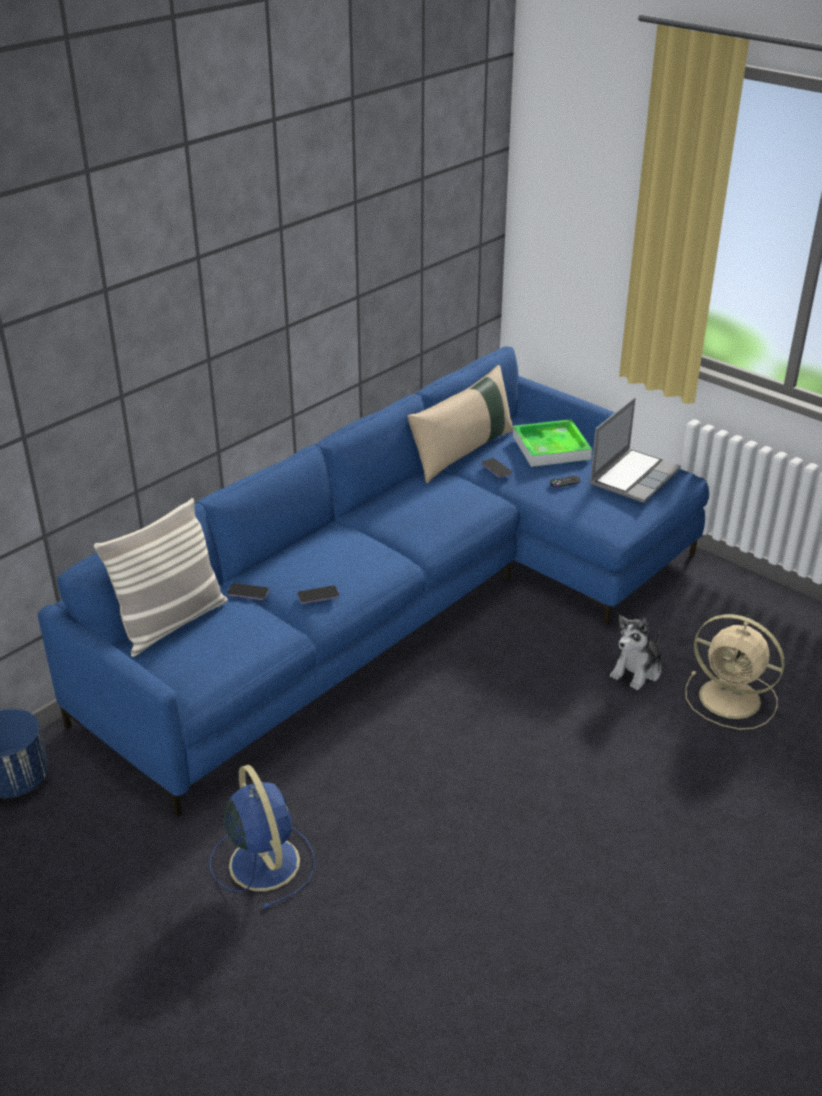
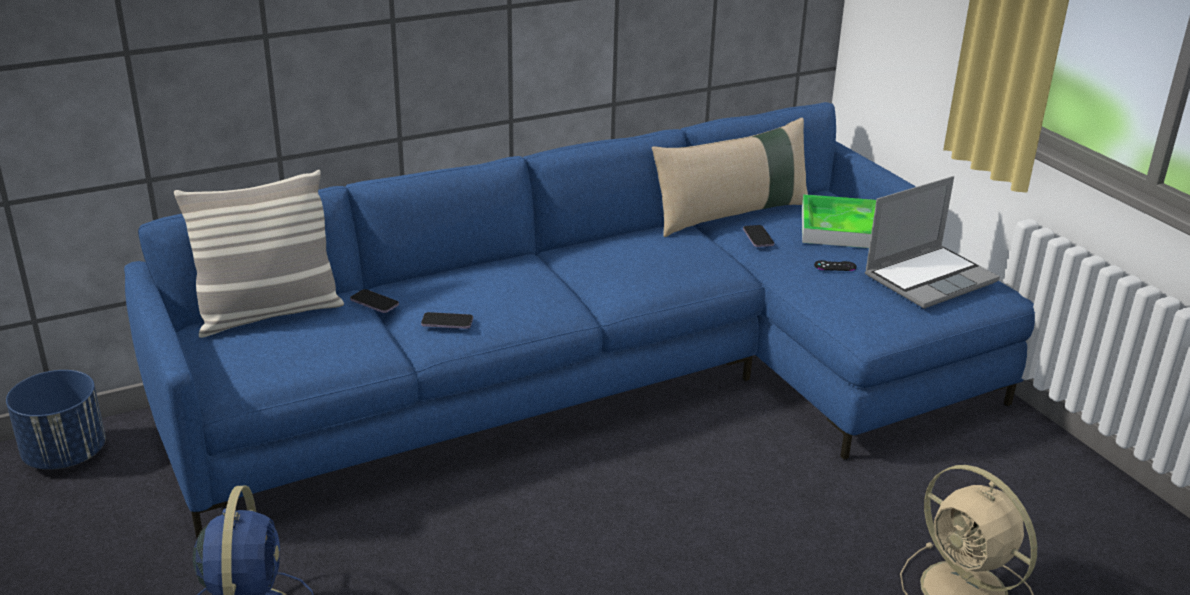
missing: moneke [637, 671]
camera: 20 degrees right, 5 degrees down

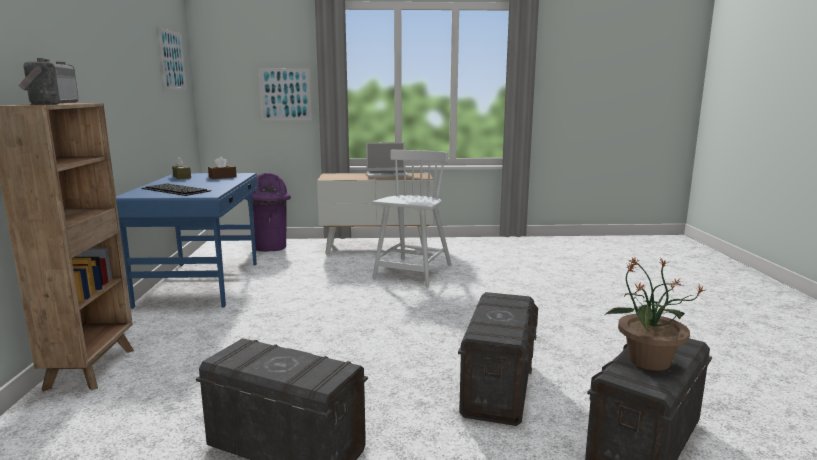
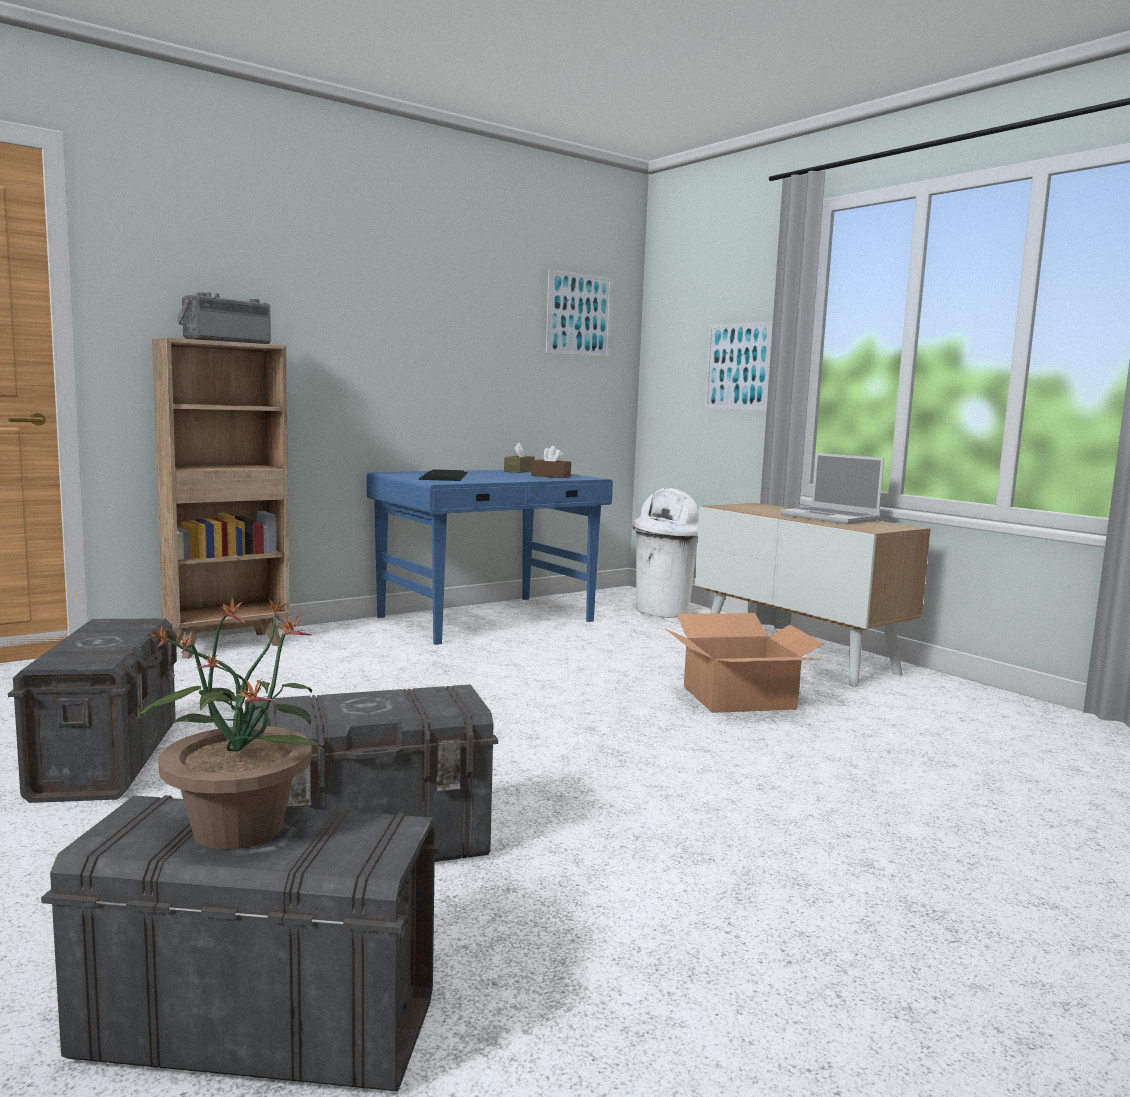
exchanged: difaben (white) [413, 273] to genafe [739, 698]
colour: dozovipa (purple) [270, 247] to dozovipa (white) [663, 611]
camera: 55 degrees right, 5 degrees down

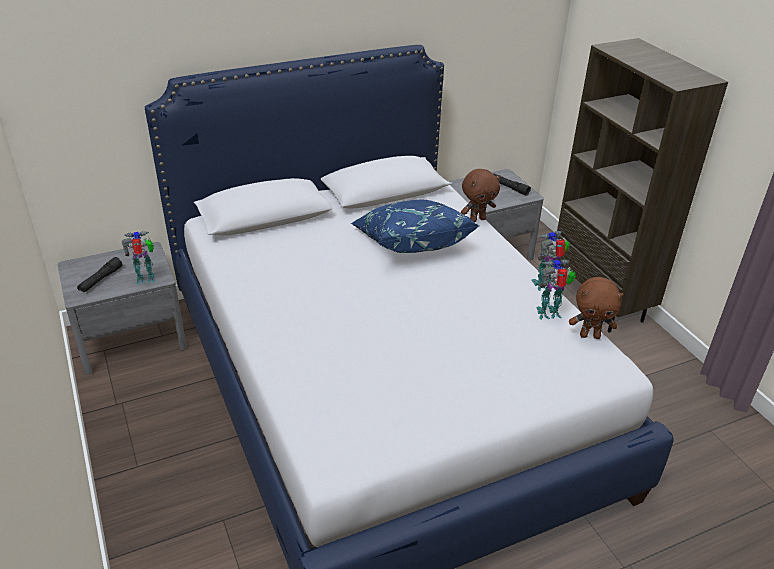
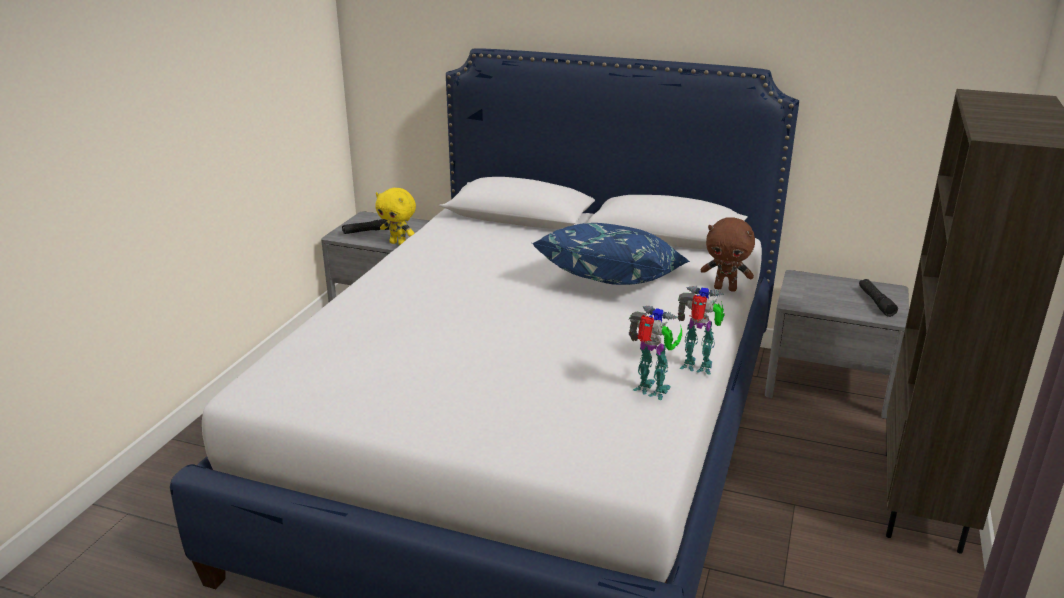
missing: moneke (brown) [590, 335]
exchanged: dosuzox [146, 280] to moneke (yellow) [398, 243]
camera: 45 degrees right, 10 degrees down

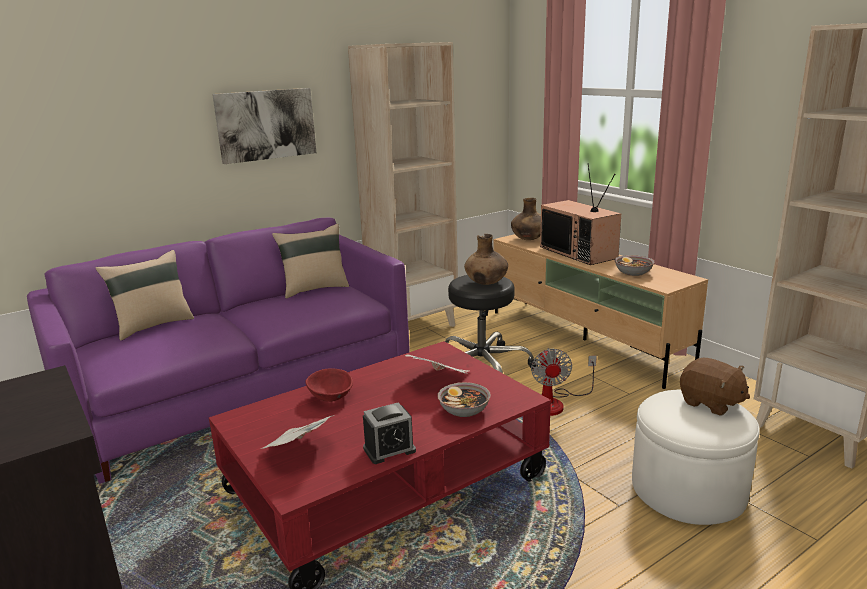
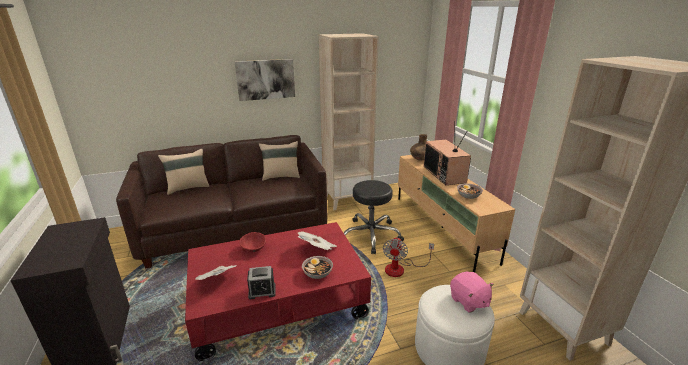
missing: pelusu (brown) [486, 283]
colour: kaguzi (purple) [242, 396] to kaguzi (brown) [236, 229]; moneke (brown) [710, 403] to moneke (pink) [468, 301]
camera: 15 degrees right, 5 degrees up

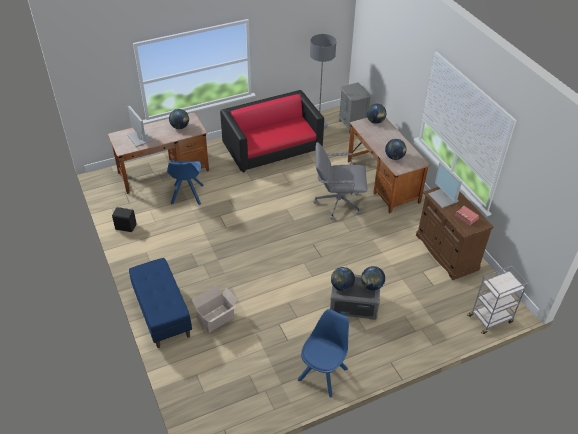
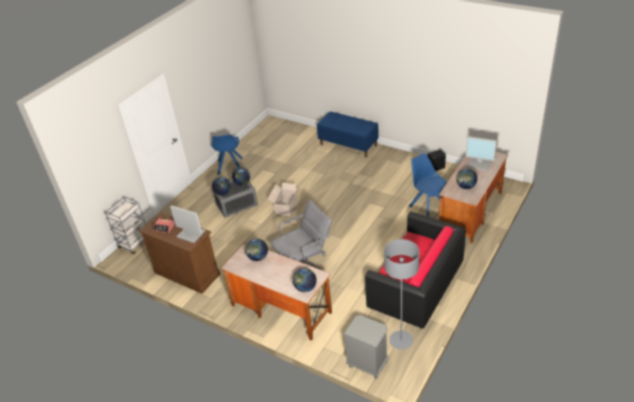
relocated: genafe [217, 318] to [286, 208]
camera: 150 degrees right, 5 degrees down

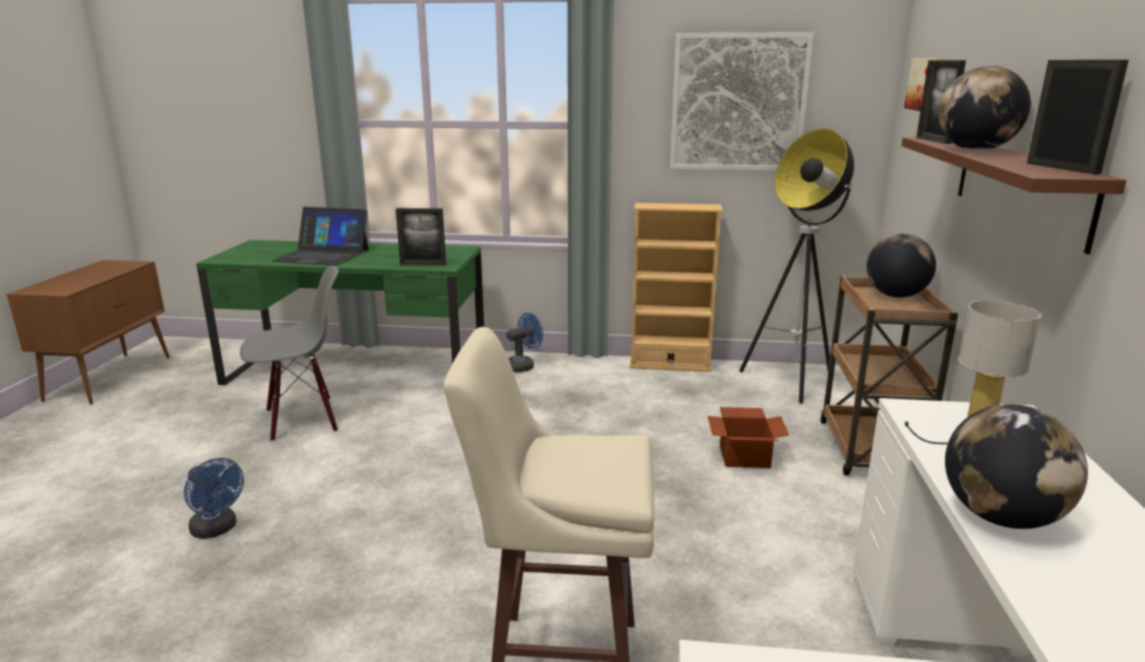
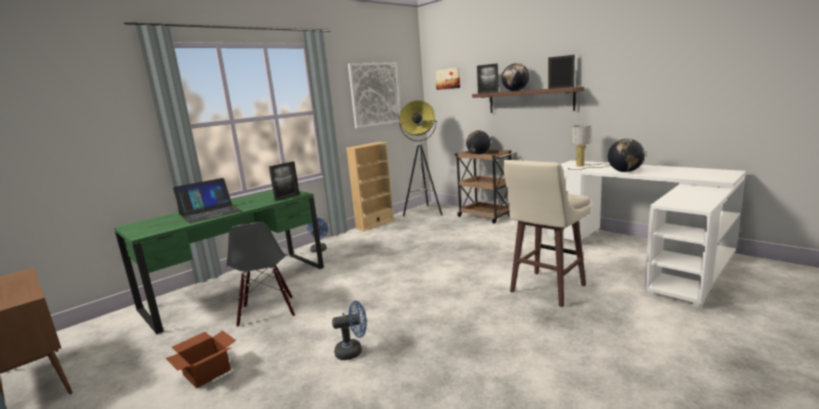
relocated: genafe [745, 455] to [207, 371]
spun: difaben (grey) [302, 419] = [267, 311] 150 degrees clockwise
camera: 50 degrees left, 5 degrees down

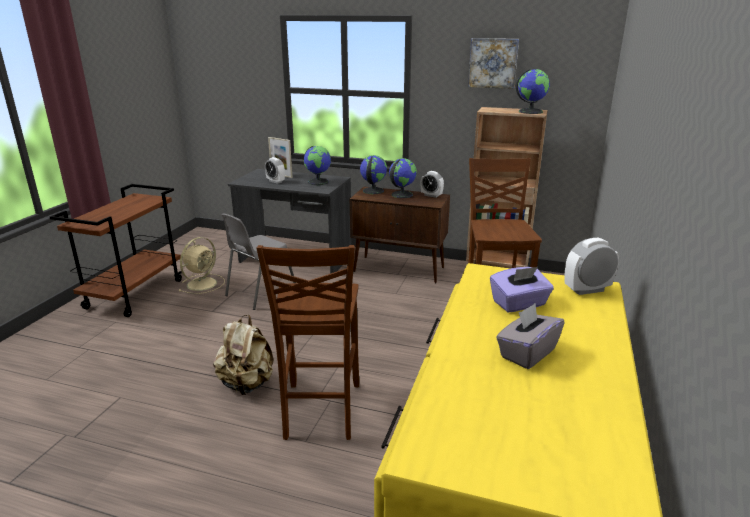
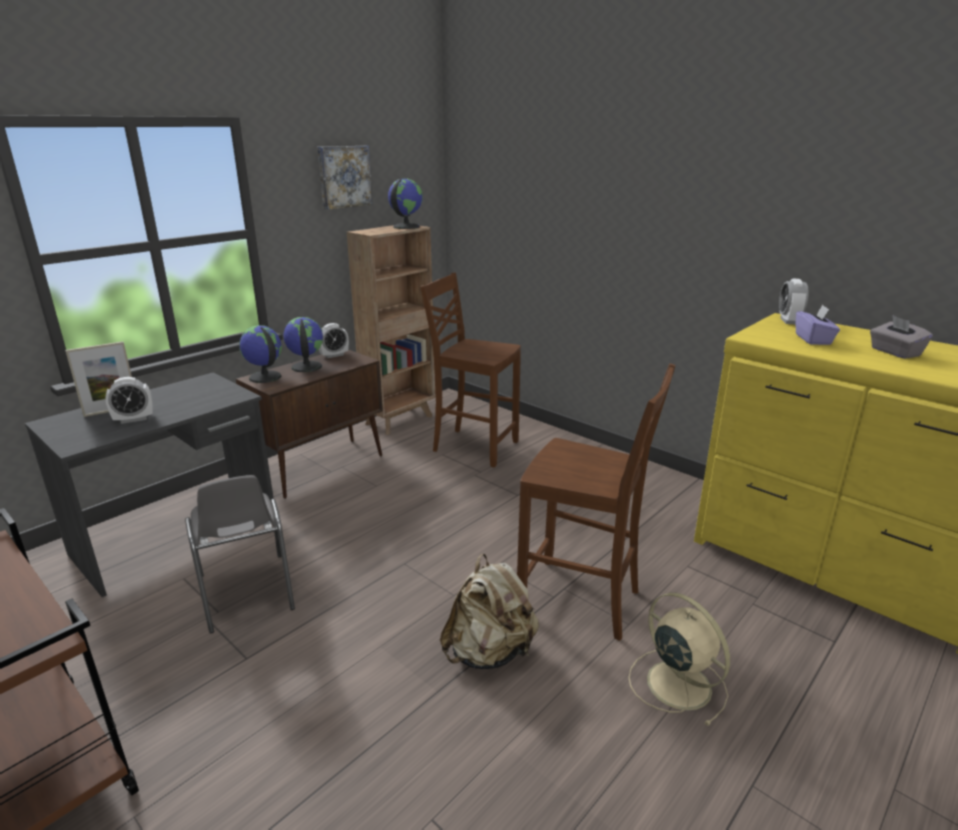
missing: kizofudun [318, 182]
relocated: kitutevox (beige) [203, 283] to [676, 683]
camera: 65 degrees left, 0 degrees up

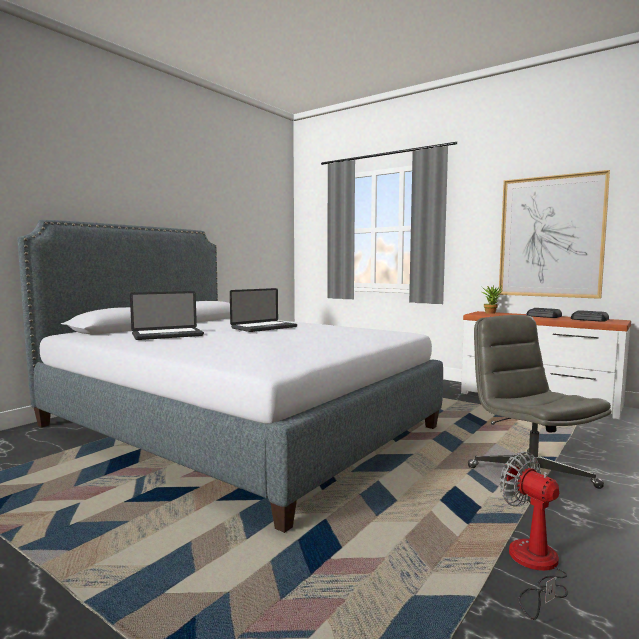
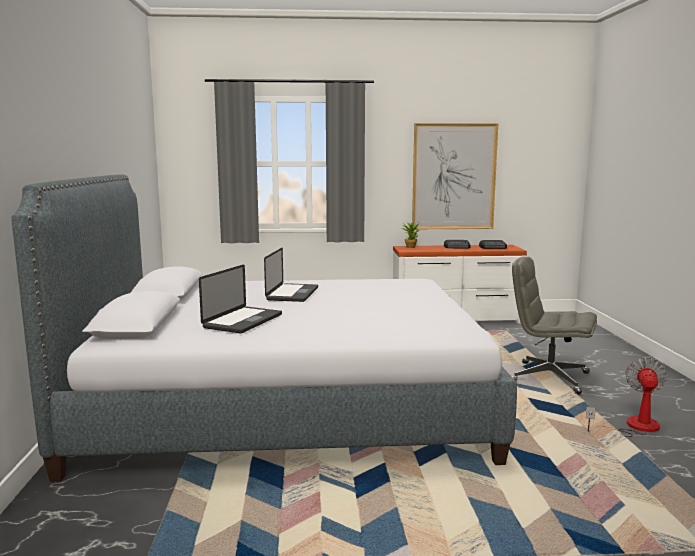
spun: kitutevox [534, 566] = [633, 427] 90 degrees clockwise
camera: 40 degrees left, 5 degrees up

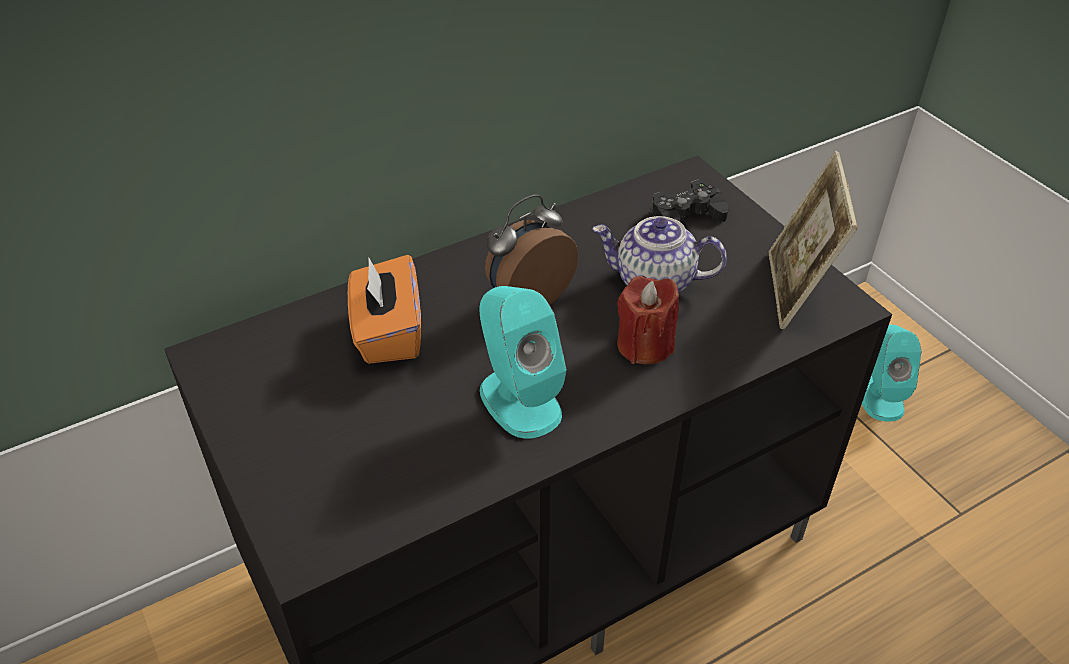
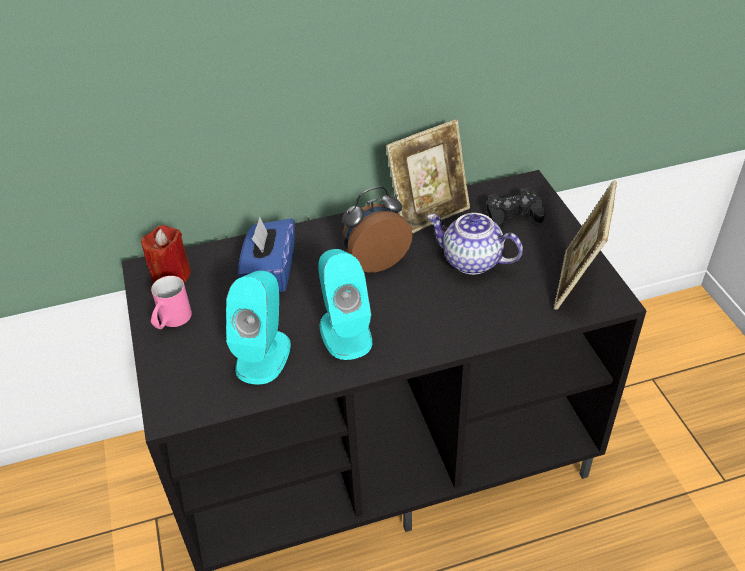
appeared: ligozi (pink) [171, 322]; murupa [429, 214]
relocated: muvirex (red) [645, 345] to [171, 274]; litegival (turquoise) [880, 397] to [263, 355]
colour: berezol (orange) [388, 333] to berezol (blue) [270, 272]
camera: 15 degrees right, 0 degrees up

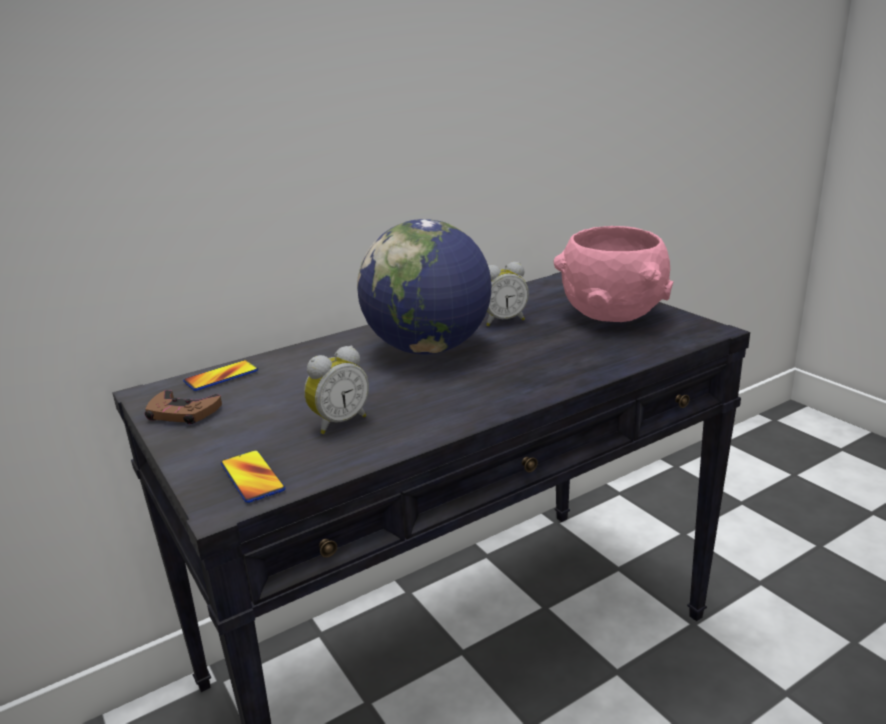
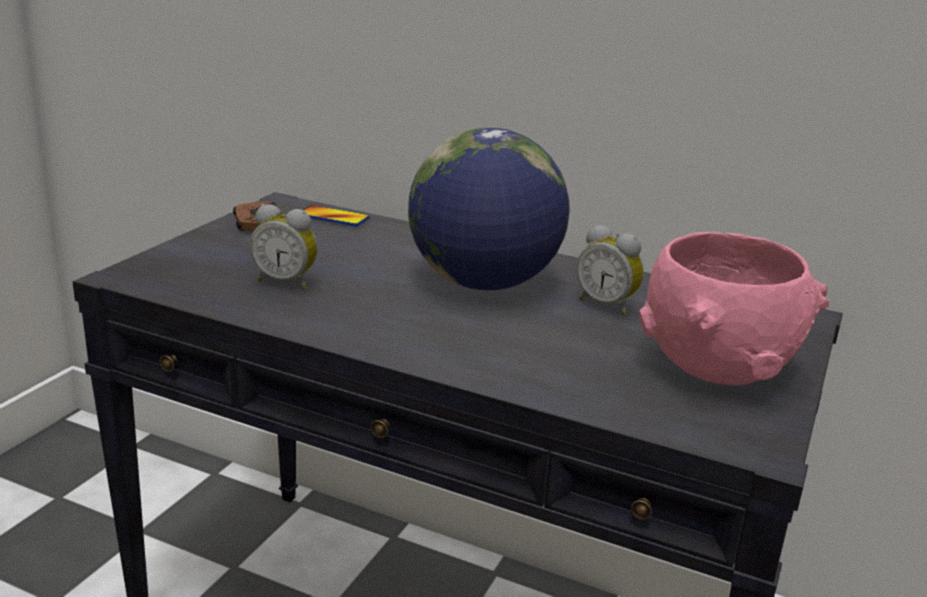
missing: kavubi [252, 477]
camera: 55 degrees right, 0 degrees up

